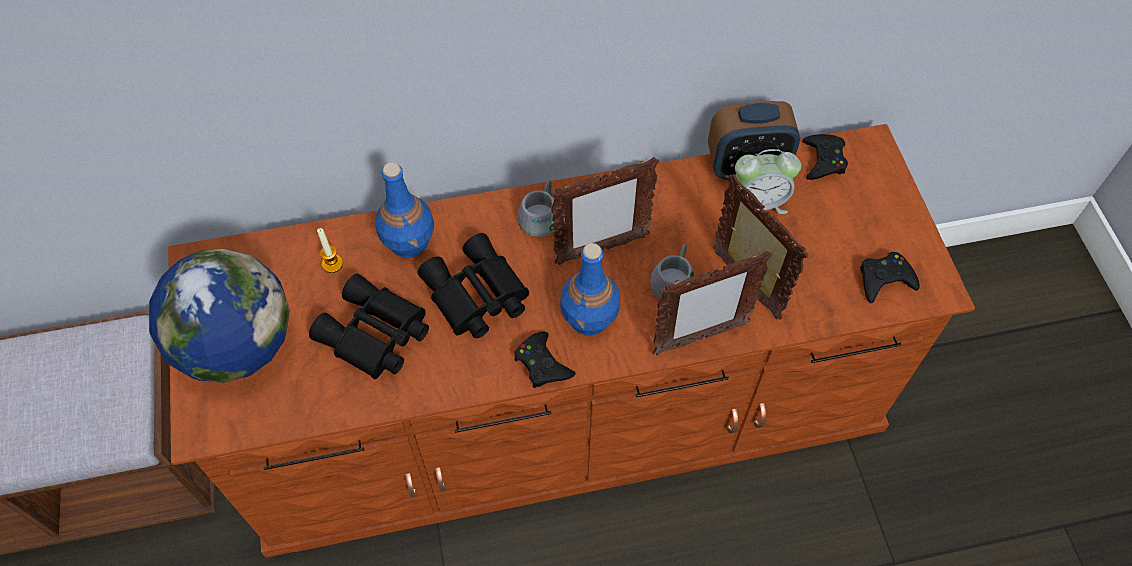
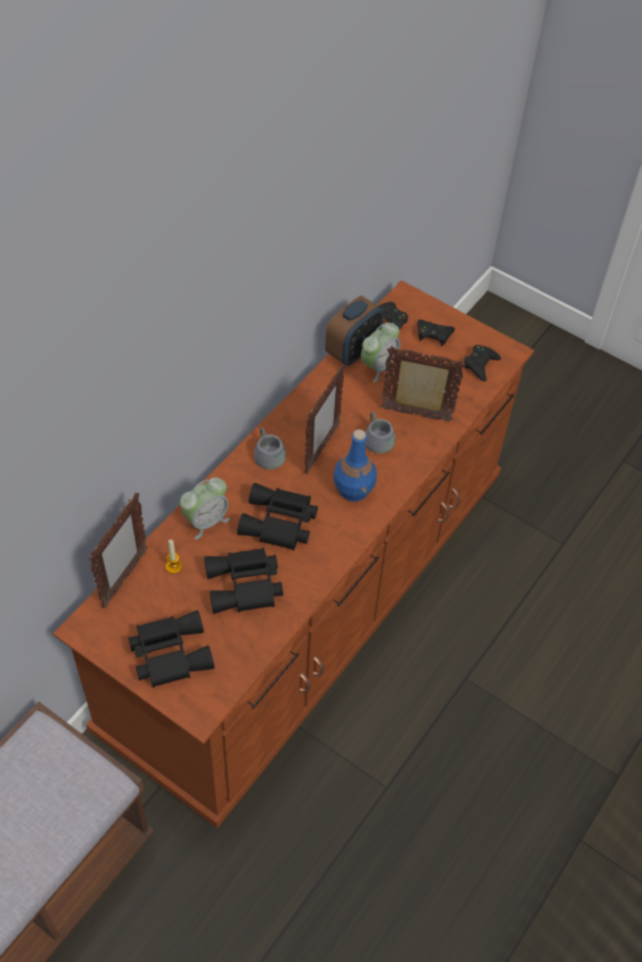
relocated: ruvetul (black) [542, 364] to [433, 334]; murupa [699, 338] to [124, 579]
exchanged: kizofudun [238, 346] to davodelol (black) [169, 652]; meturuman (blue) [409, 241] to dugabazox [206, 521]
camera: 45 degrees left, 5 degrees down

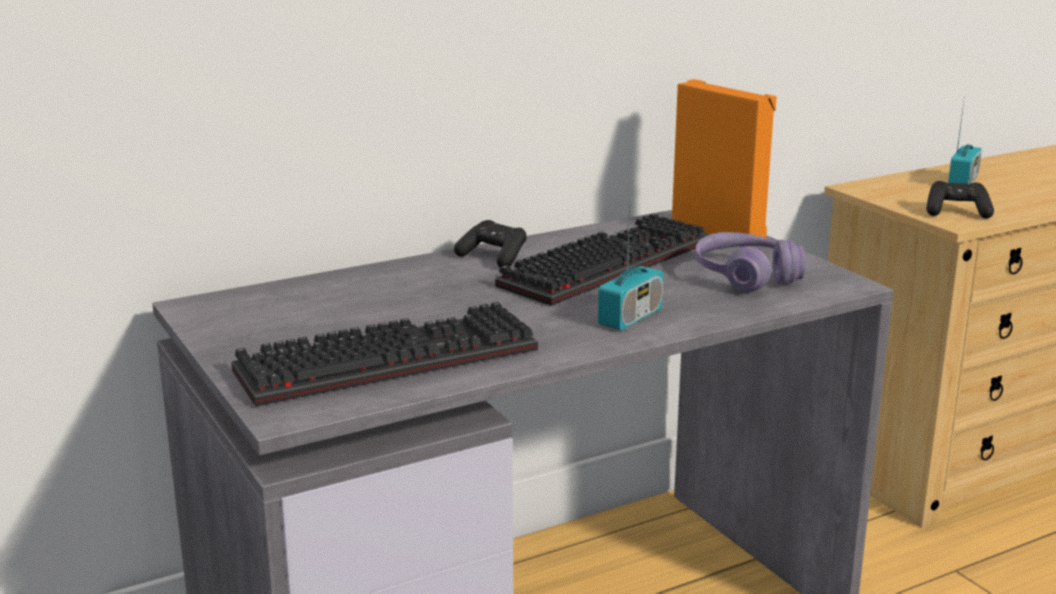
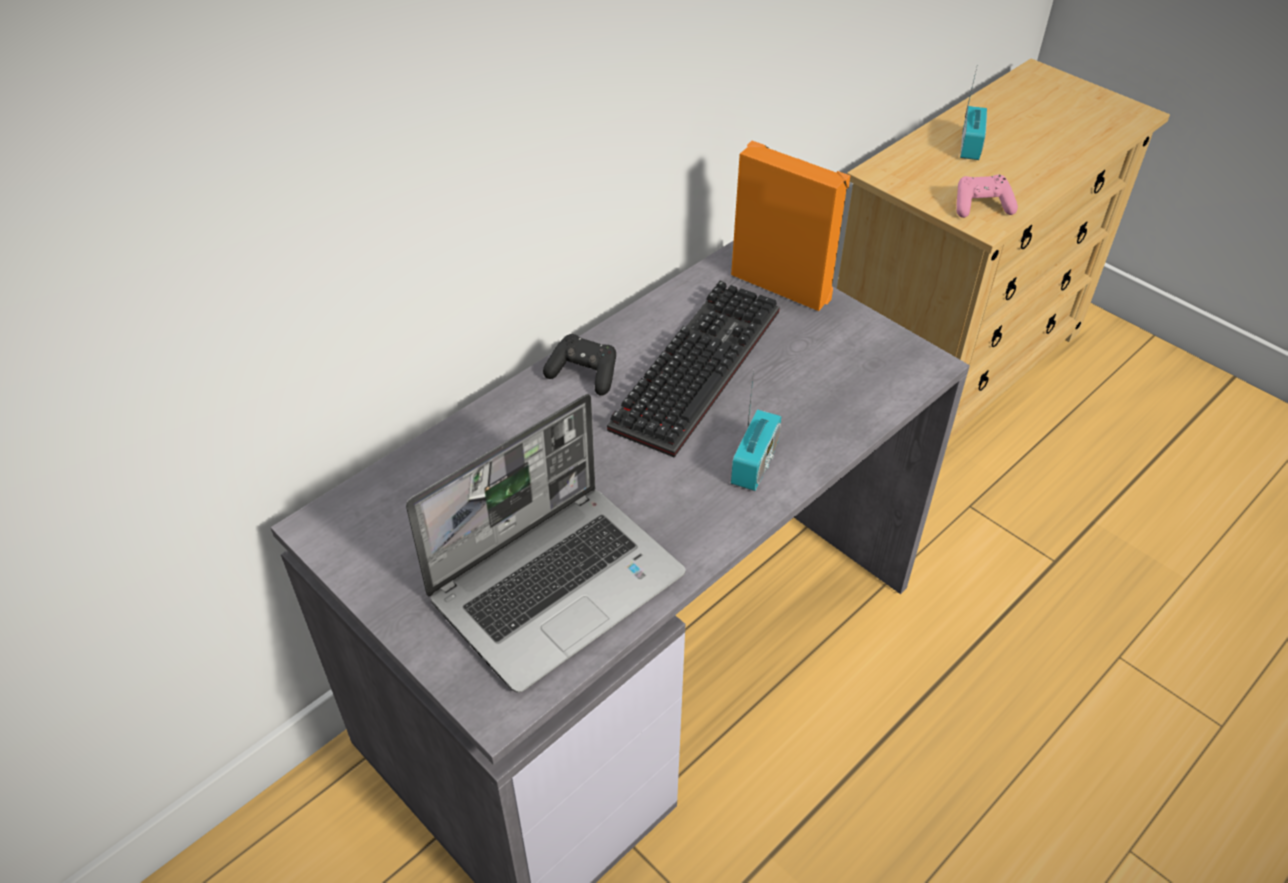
missing: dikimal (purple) [746, 277]
exchanged: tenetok [390, 358] to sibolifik [558, 584]
colour: ruvetul (black) [957, 212] to ruvetul (pink) [981, 206]
camera: 15 degrees left, 25 degrees up

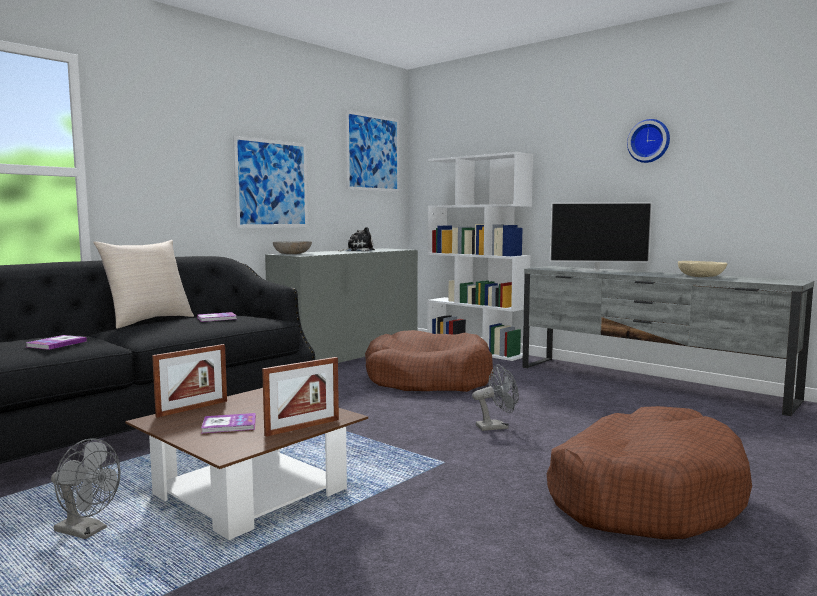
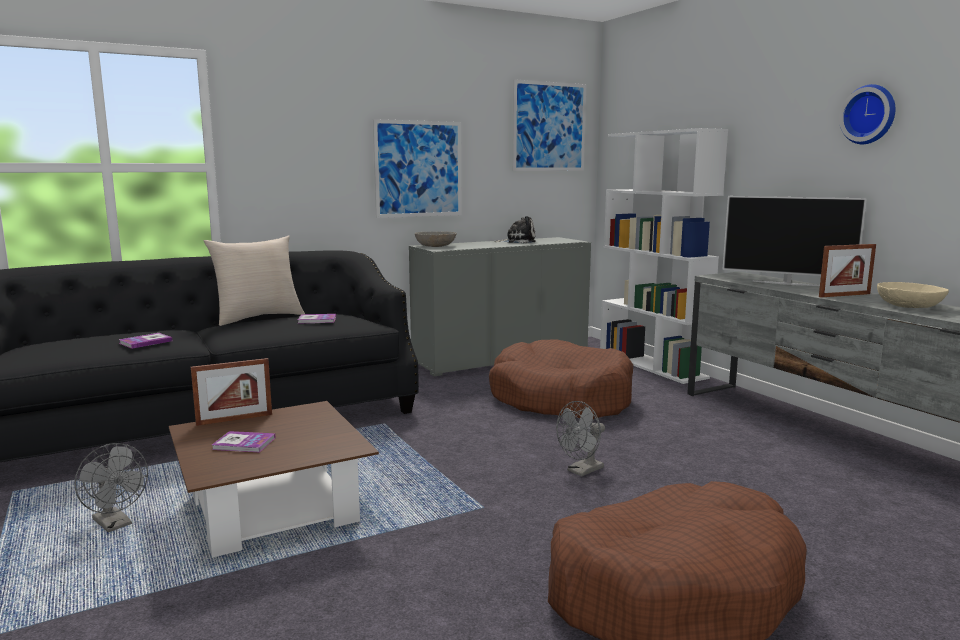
relocated: murupa [302, 427] to [844, 295]
spun: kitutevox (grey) [496, 427] = [581, 471] 135 degrees clockwise
camera: 20 degrees right, 5 degrees up

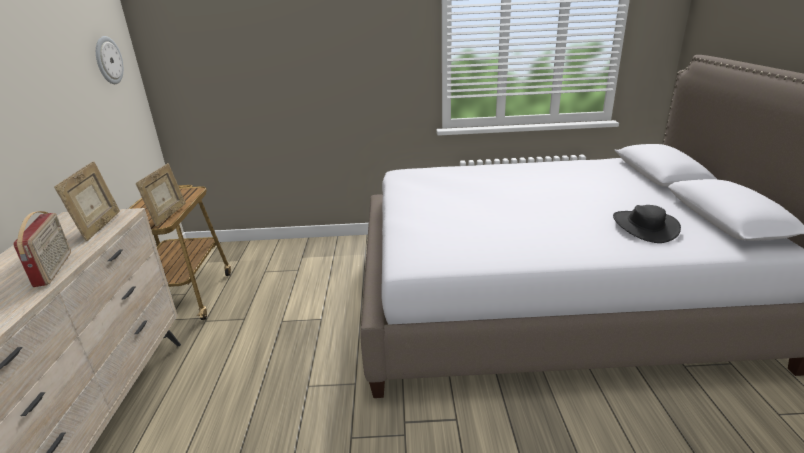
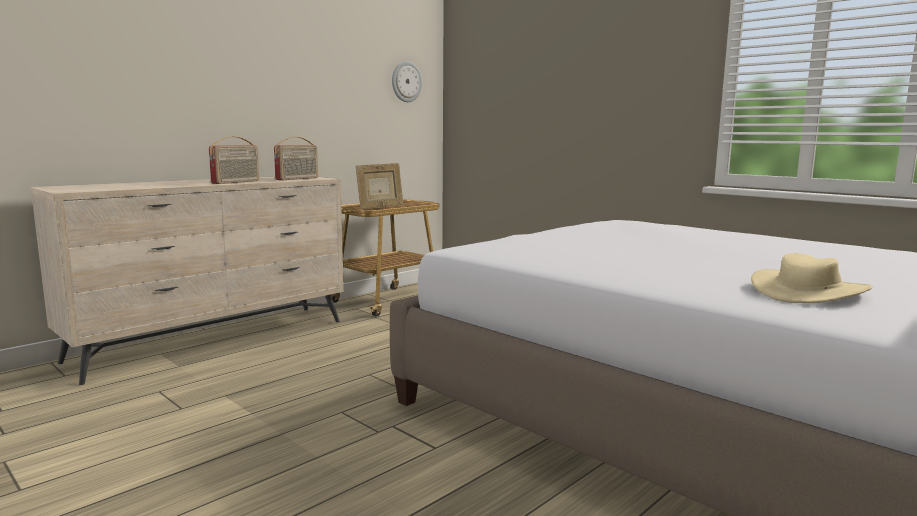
exchanged: murupa [100, 227] to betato [298, 179]
colour: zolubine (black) [644, 226] to zolubine (beige) [809, 292]
camera: 45 degrees right, 15 degrees down

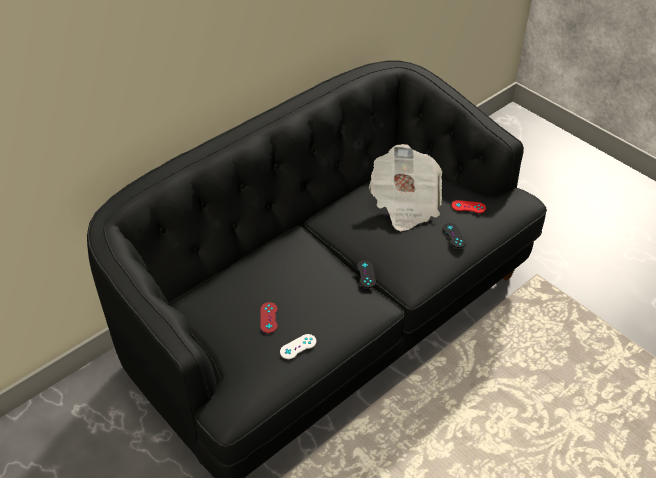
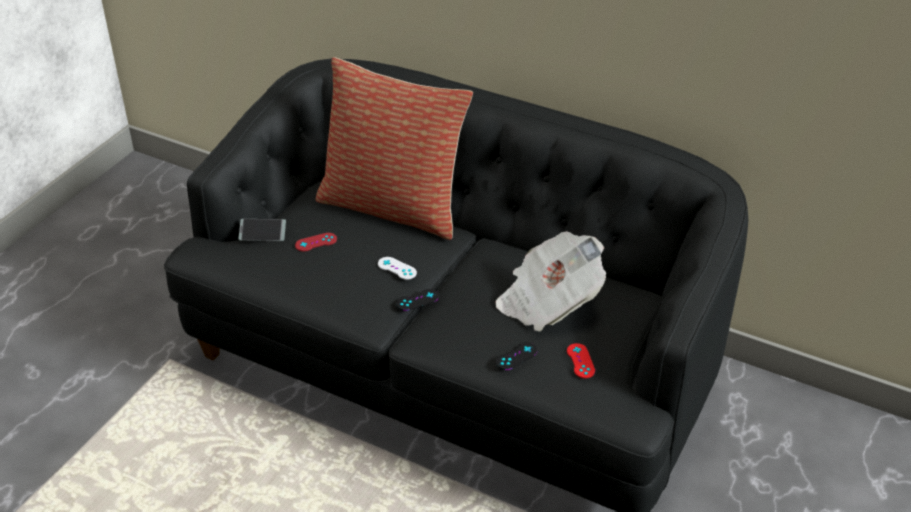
appeared: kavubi [262, 234]; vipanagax [393, 206]
relocated: ruvetul (white) [298, 346] to [397, 268]
camera: 70 degrees right, 5 degrees down

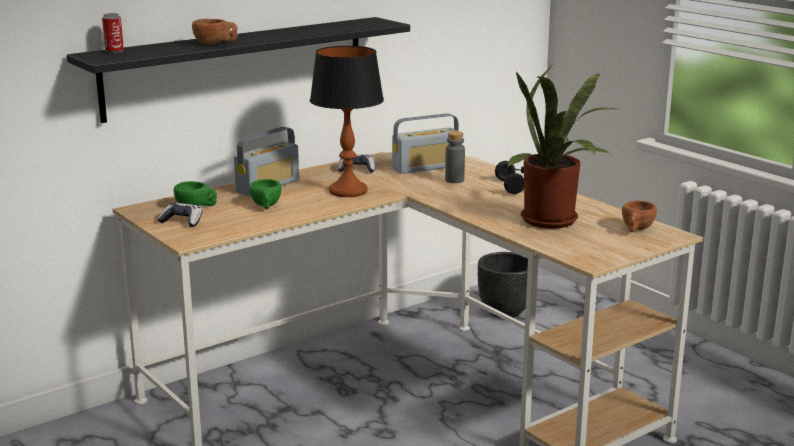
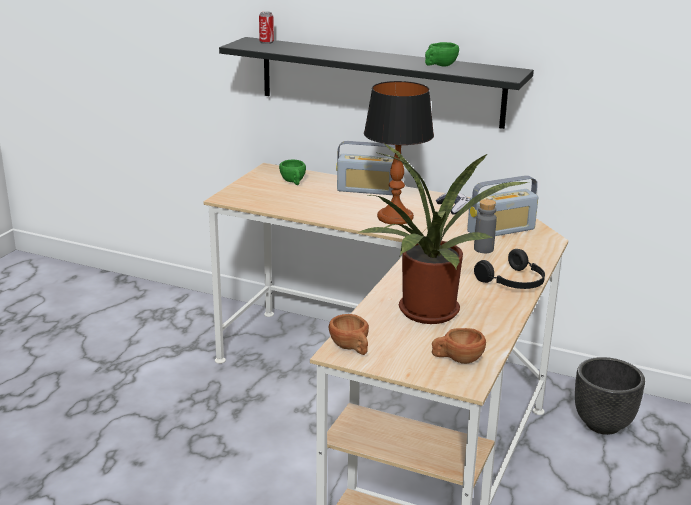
missing: ruvetul [182, 221]
relocated: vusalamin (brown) [215, 44] to [351, 348]; vusalamin (green) [266, 206] to [439, 66]
spun: betato [425, 167] = [501, 230] 60 degrees counterclockwise
camera: 60 degrees right, 5 degrees up

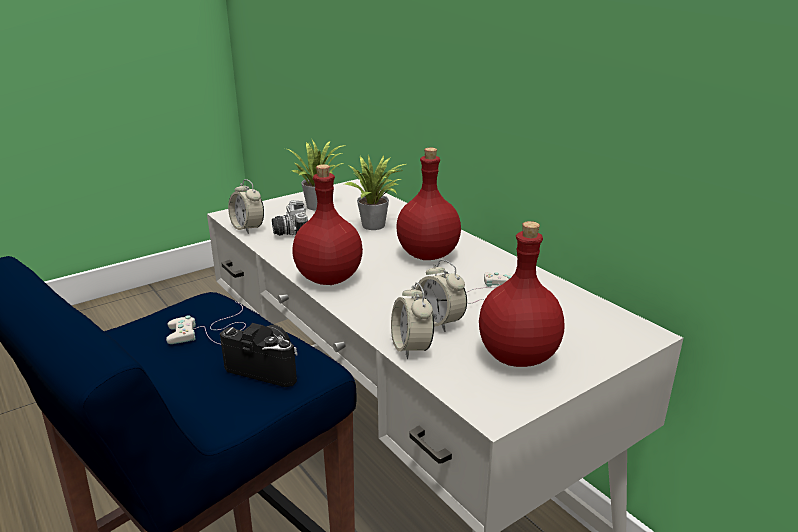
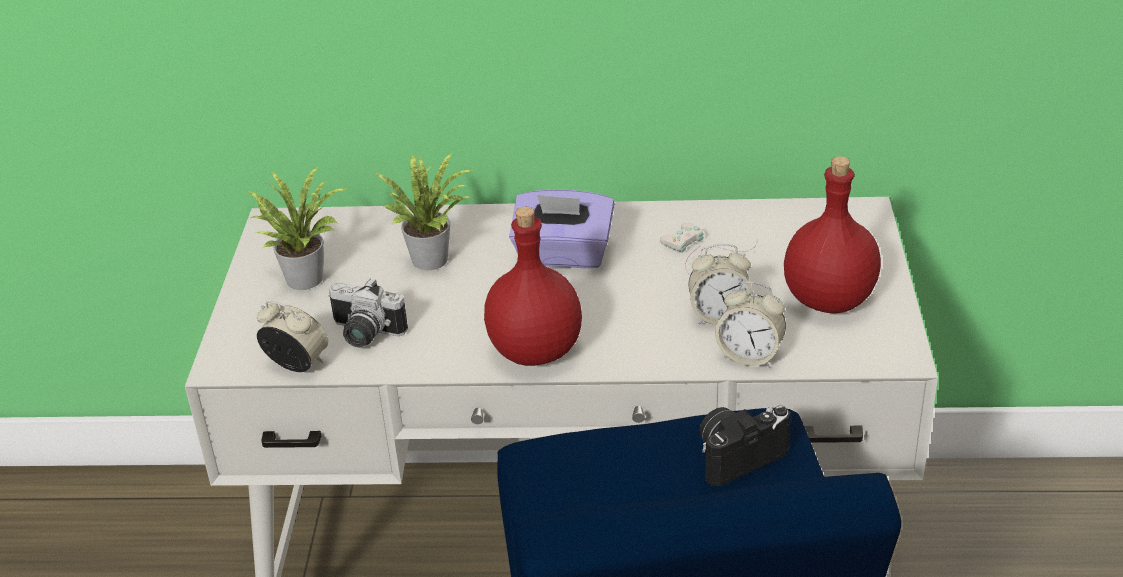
missing: ruvetul (white) [214, 333]
exchanged: meturuman (red) [429, 254] to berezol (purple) [563, 255]
spun: dugabazox [248, 228] = [297, 364] 150 degrees counterclockwise
camera: 50 degrees left, 10 degrees up

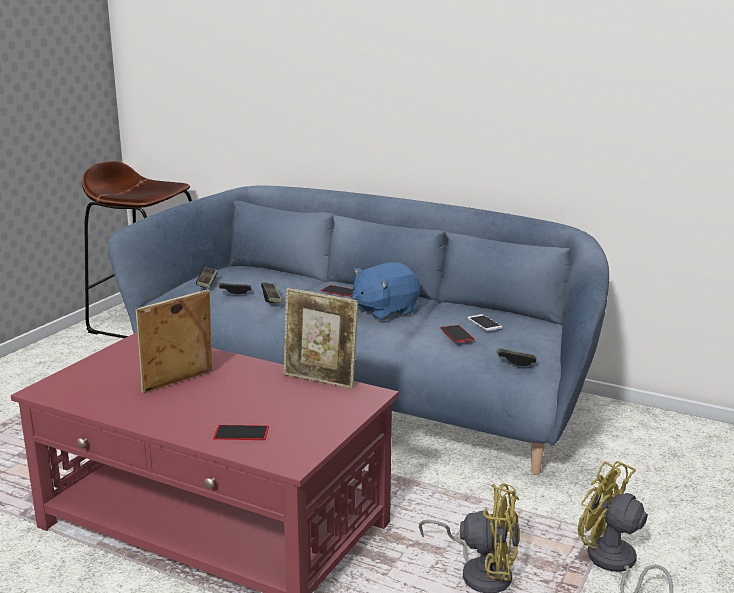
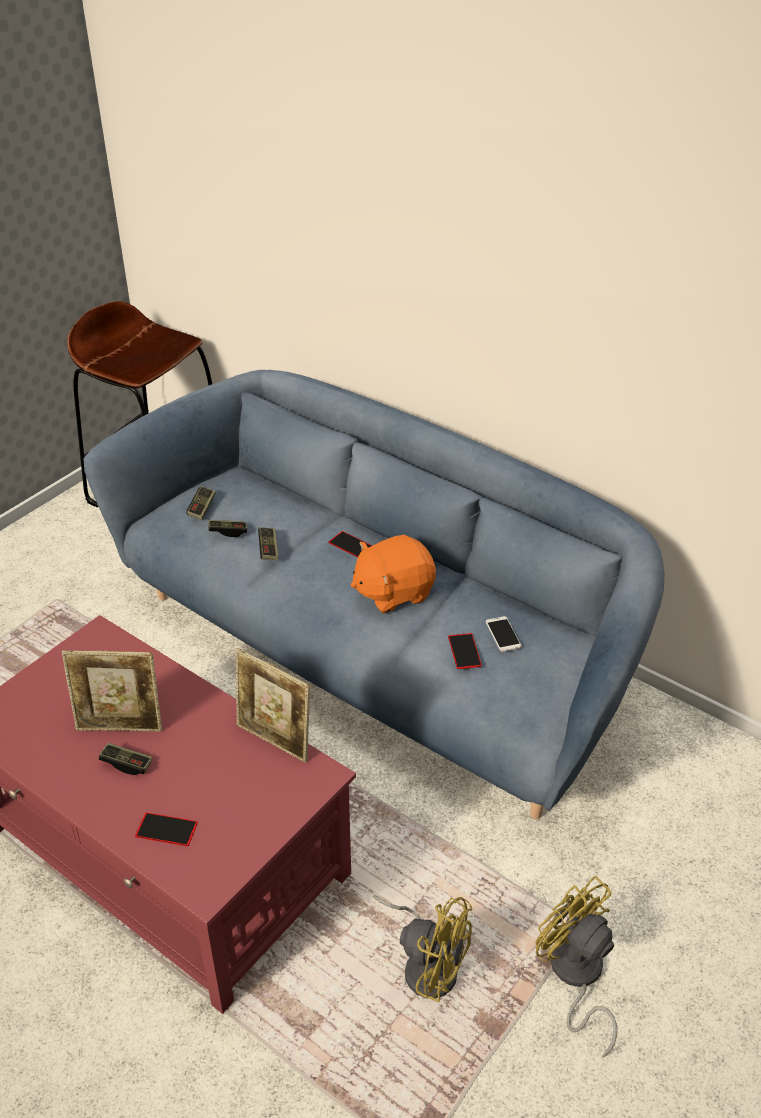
relocated: ruvetul [515, 362] to [127, 764]
colour: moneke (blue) [384, 311] to moneke (orange) [393, 592]
spun: murupa [178, 383] = [121, 727] 150 degrees counterclockwise
camera: 10 degrees right, 20 degrees up

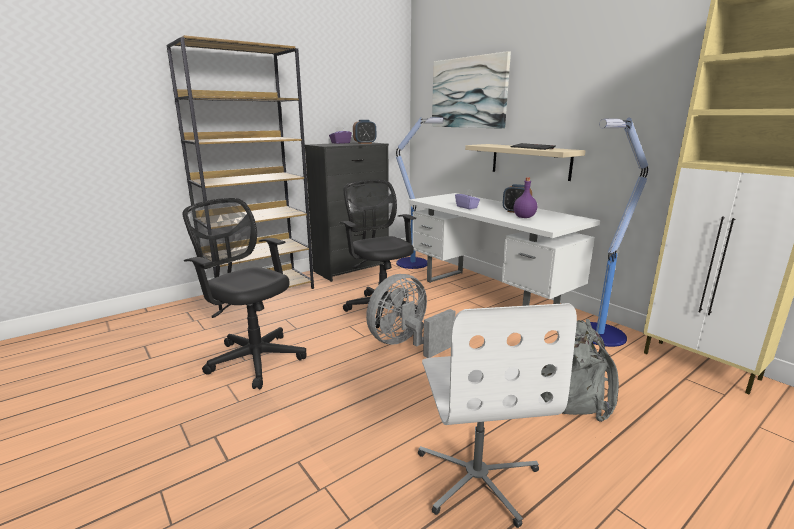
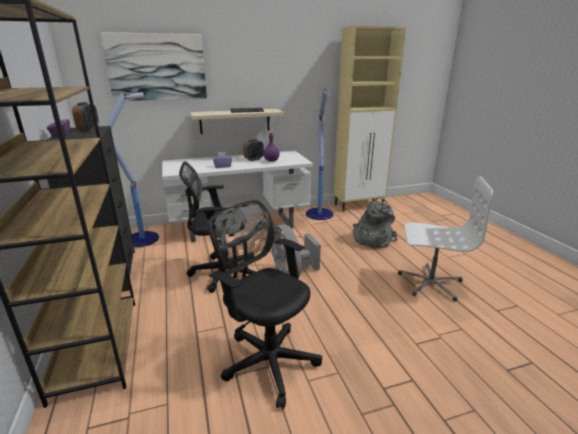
spun: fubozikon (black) [254, 358] = [267, 359] 75 degrees clockwise
camera: 70 degrees left, 5 degrees up

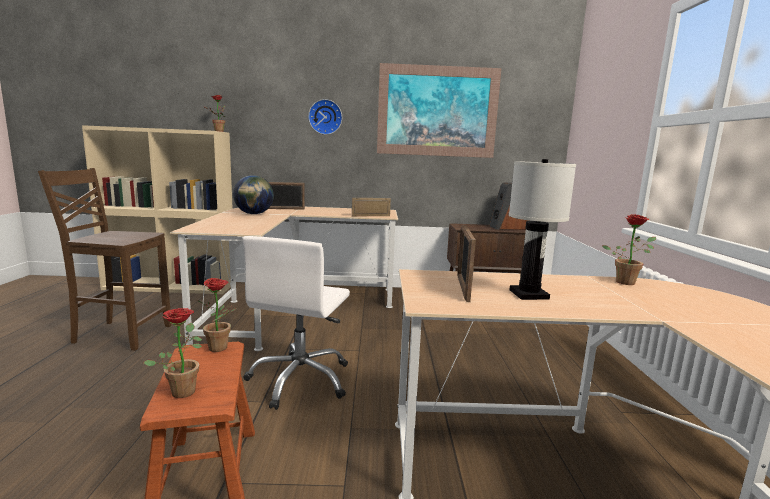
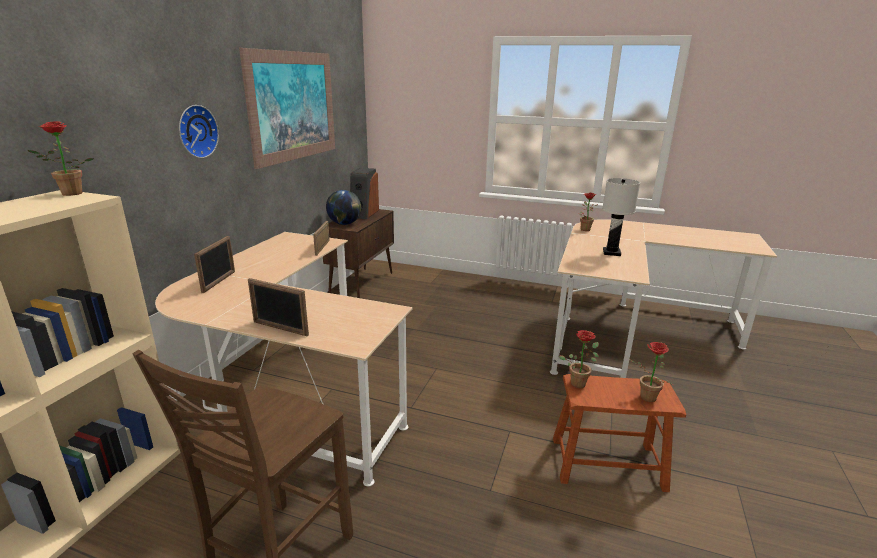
missing: fubozikon (white) [300, 380]
relocated: kizofudun [254, 214] to [345, 224]; murupa [463, 288] to [280, 328]
camera: 70 degrees left, 10 degrees up

